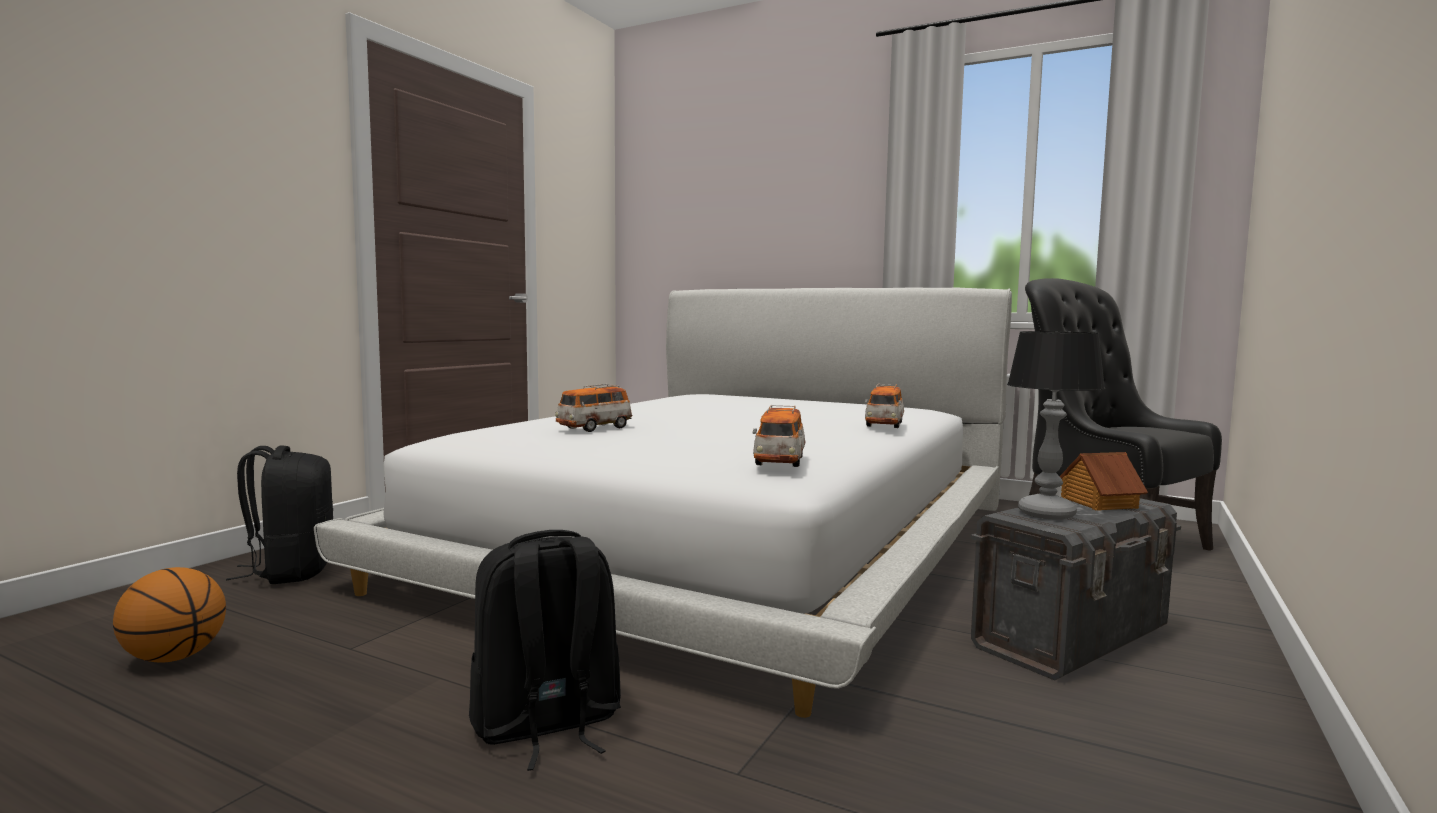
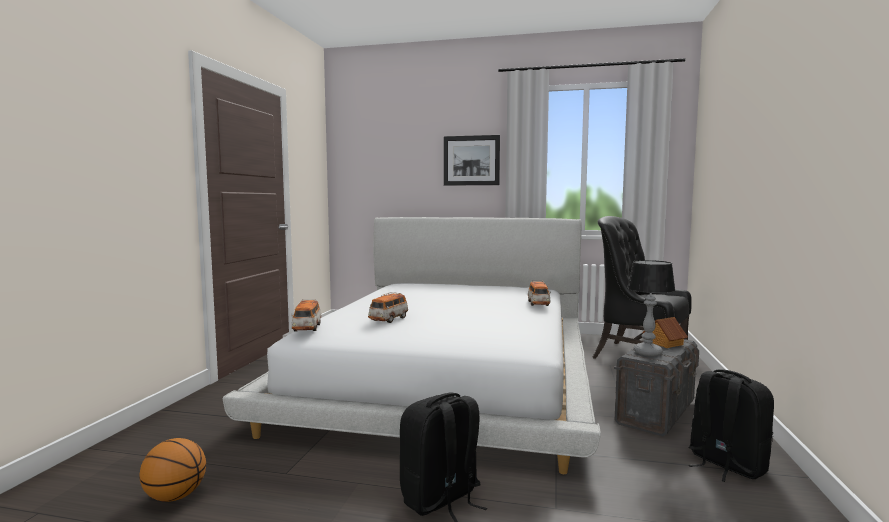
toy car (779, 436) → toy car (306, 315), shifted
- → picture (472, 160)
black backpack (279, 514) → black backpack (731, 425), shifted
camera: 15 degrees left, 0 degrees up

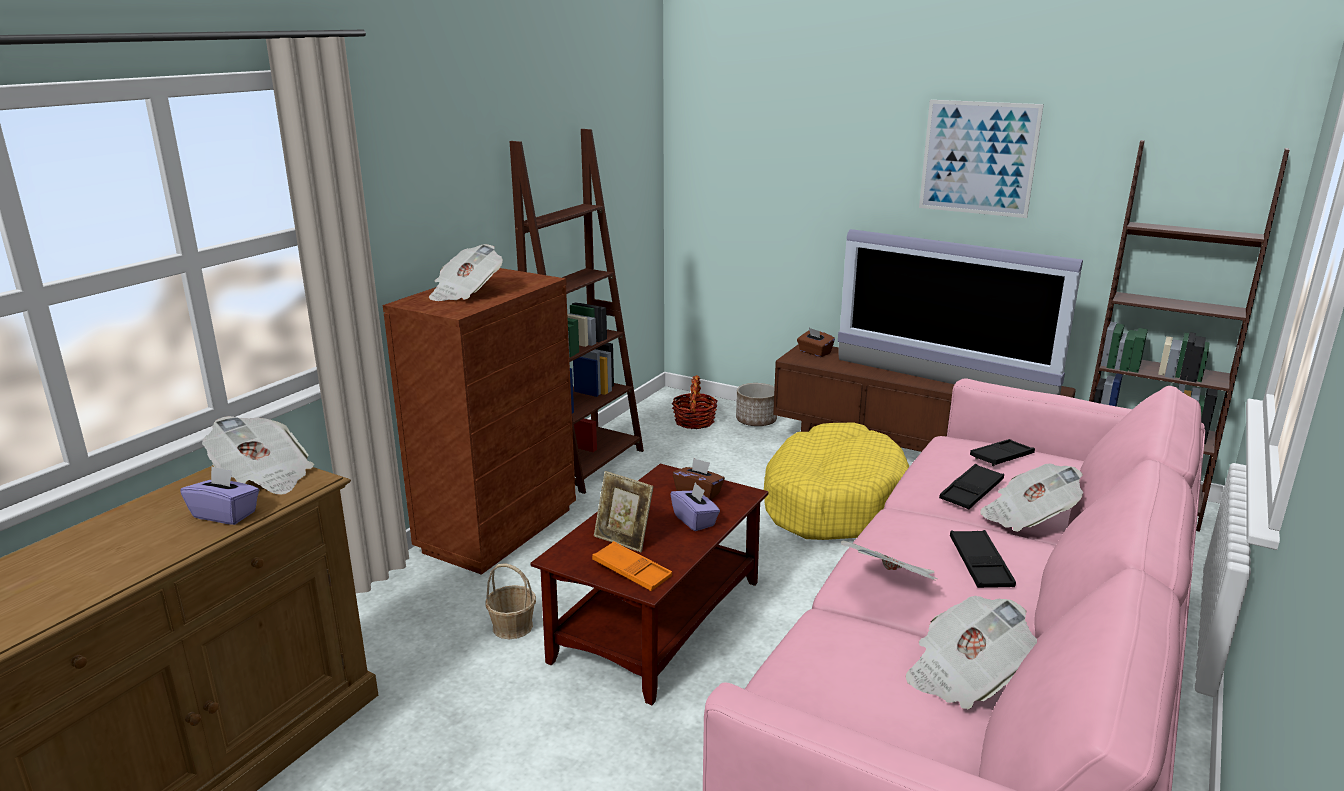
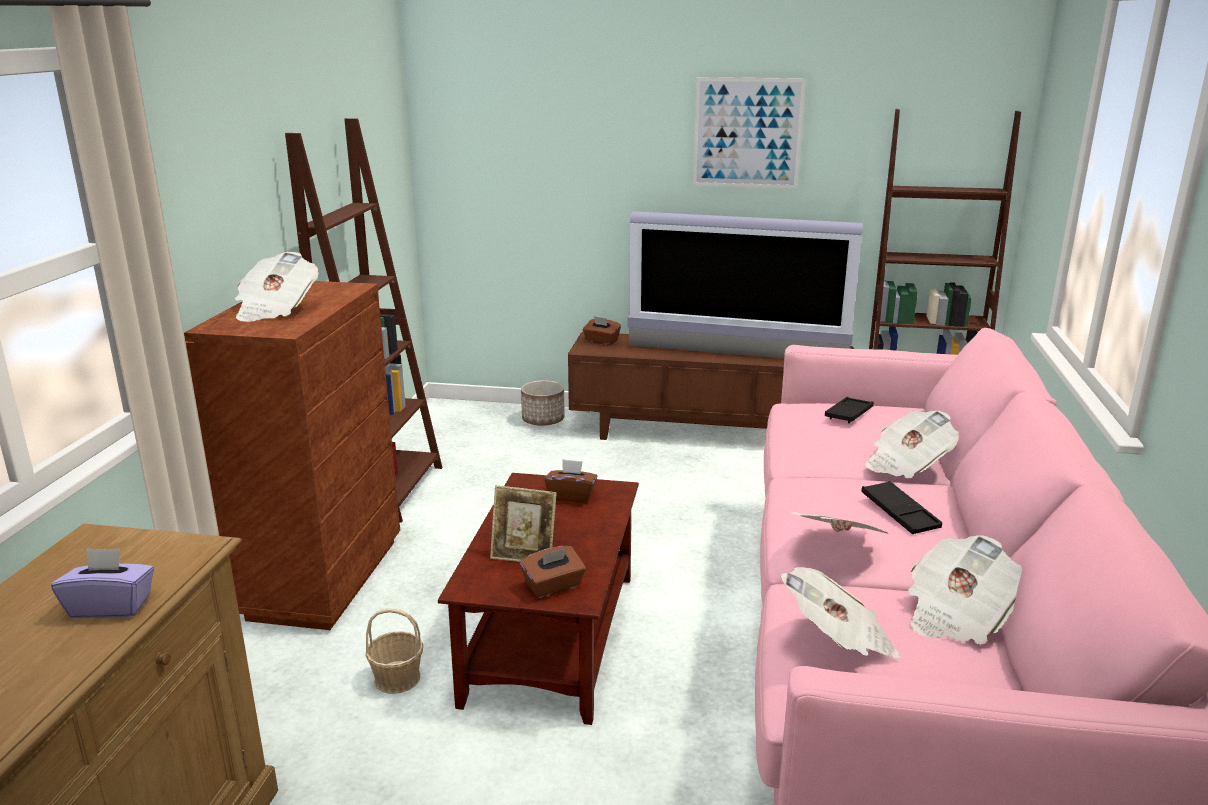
orange tray (632, 566) → brown tissue box (553, 572)
newspaper (258, 455) → newspaper (841, 612), shifted
purple tissue box (695, 506) → -
basket (695, 402) → -
yellow dog bed (837, 481) → -
black tray (971, 486) → -
camera: 20 degrees left, 0 degrees up

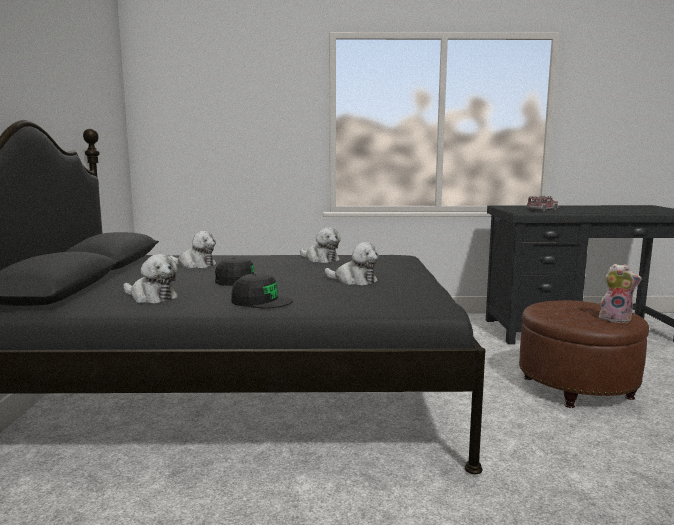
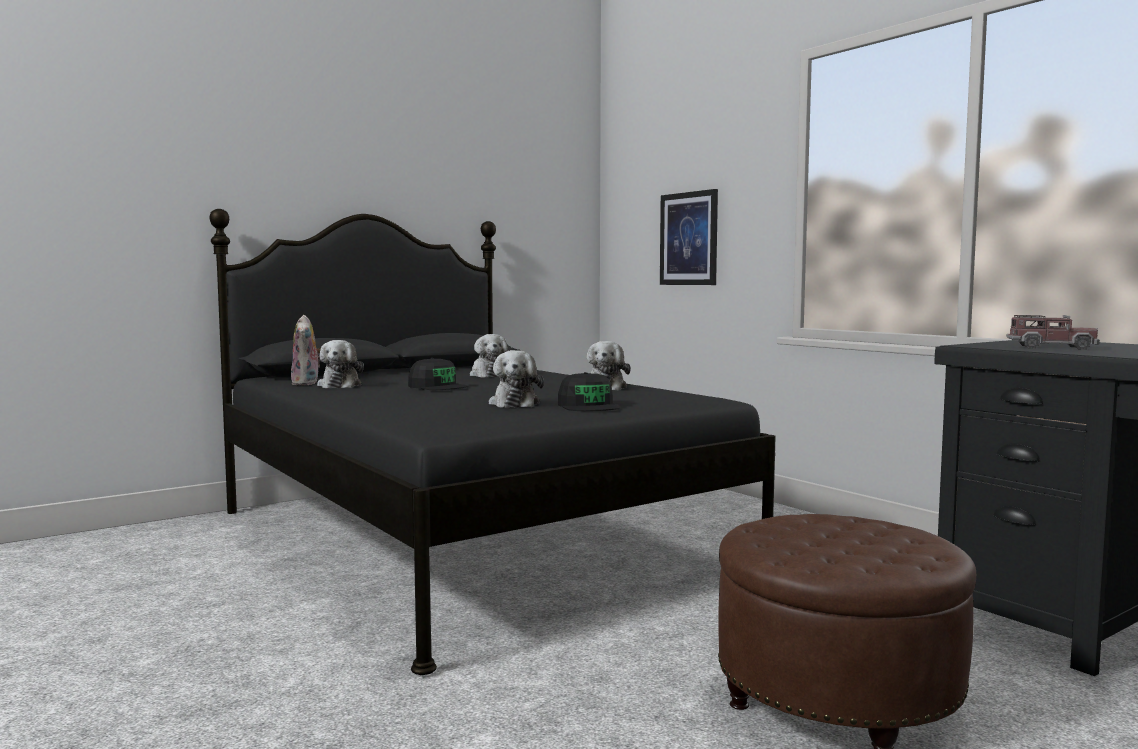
plush toy (620, 293) → plush toy (306, 350), shifted
black cap (262, 291) → black cap (589, 391), shifted
- → picture (689, 237)
camera: 55 degrees right, 5 degrees down

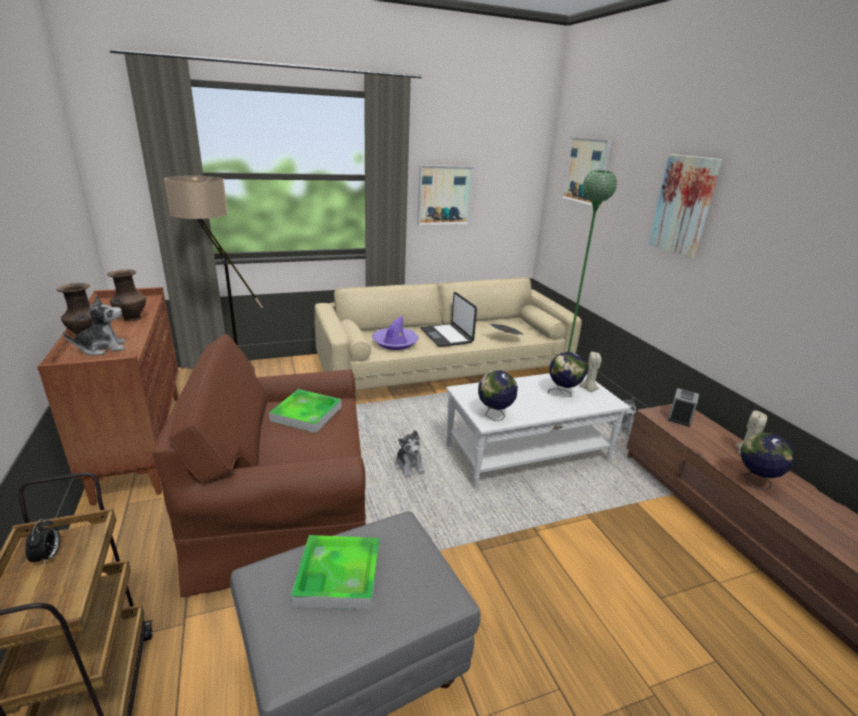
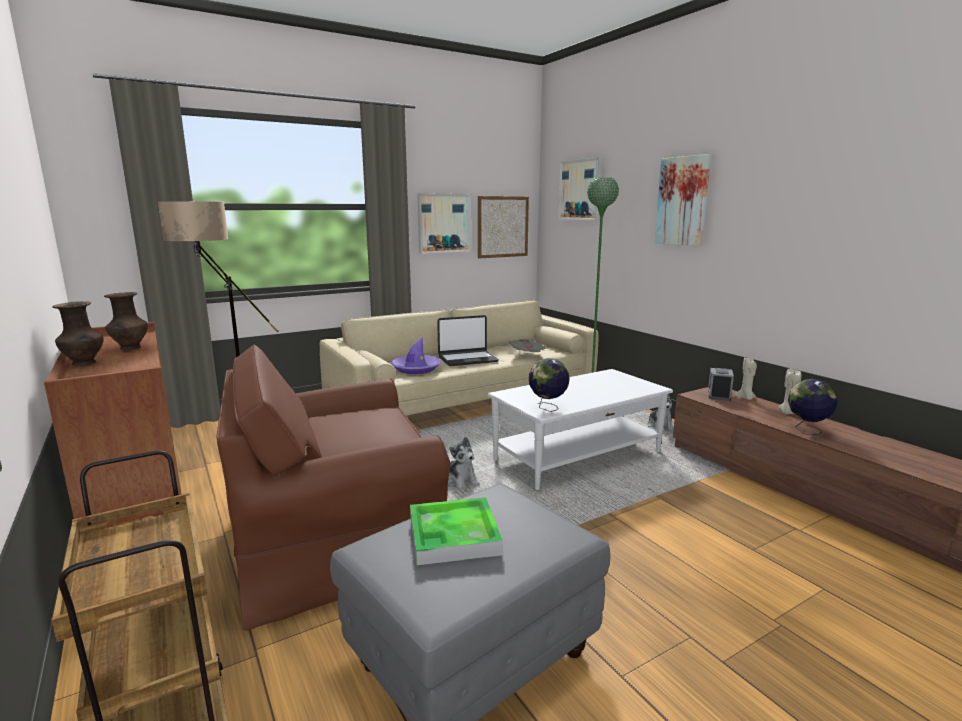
laptop (449, 319) → laptop (468, 340), 75 degrees counterclockwise
- → picture (503, 227)
beige candle (590, 372) → beige candle (746, 379), shifted
alarm clock (42, 541) → -
plush toy (94, 325) → -
tray (305, 411) → -
globe (567, 374) → -
camera: 10 degrees left, 10 degrees down

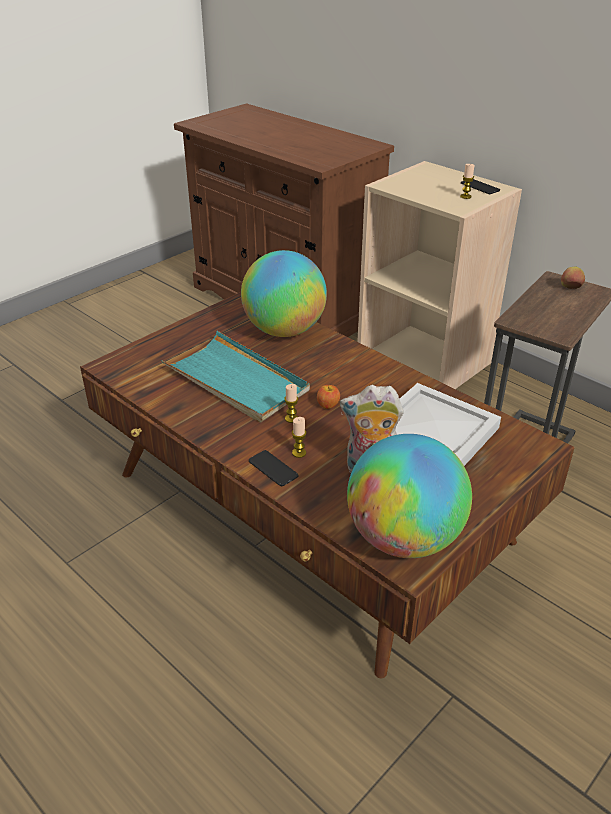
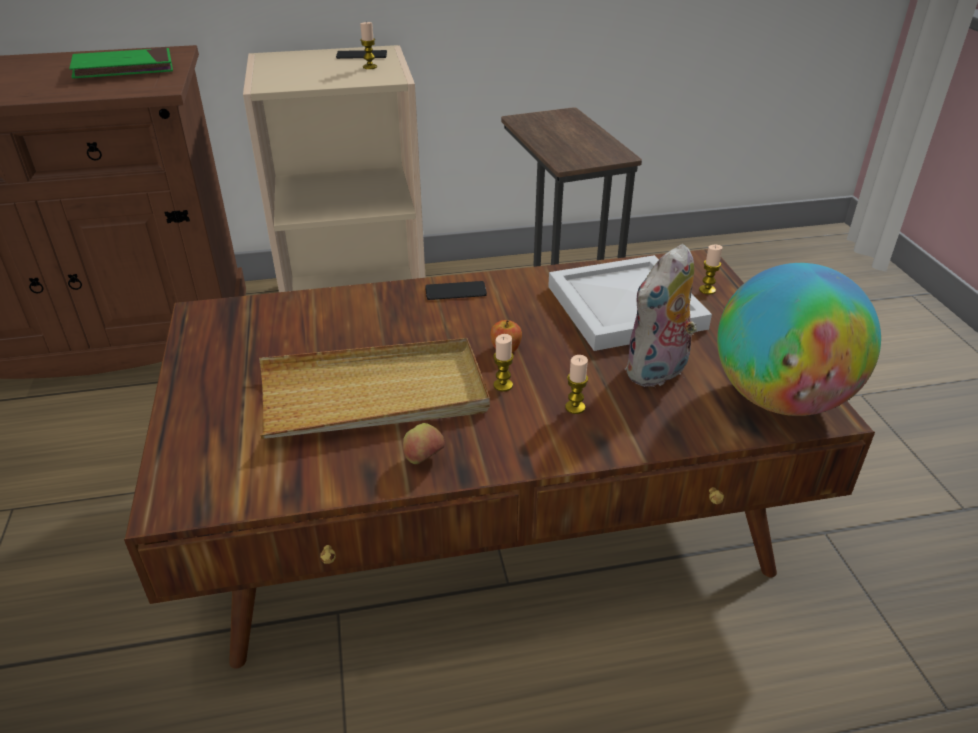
- → green book (121, 63)
turquoise tray (235, 377) → beige tray (374, 388)
apple (573, 277) → apple (424, 443), shifted
phone (273, 468) → phone (456, 290), shifted
- → candle (711, 270)
globe (284, 293) → -
camera: 55 degrees left, 0 degrees up

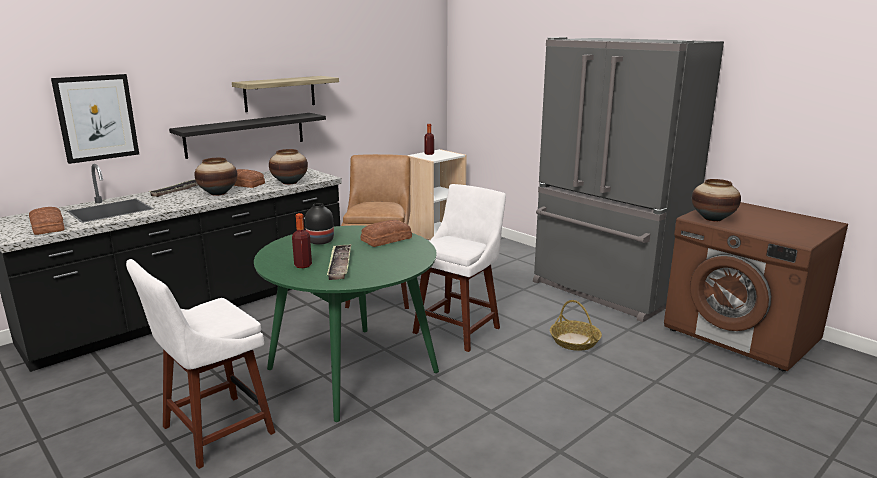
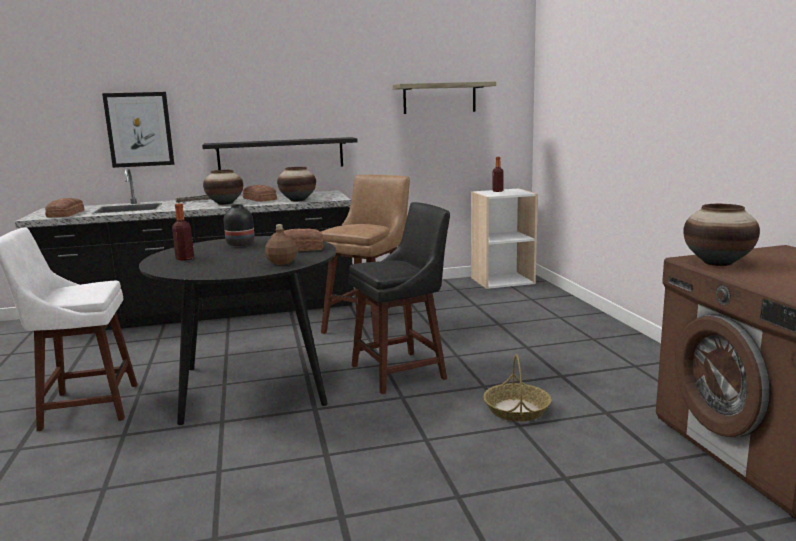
green dining table (346, 324) → black dining table (237, 330)
- → brown bottle (281, 244)
white chair (459, 268) → black chair (399, 298)
shelf (285, 94) → shelf (444, 97), shifted
tray (339, 262) → -
grey fridge (628, 179) → -
camera: 30 degrees right, 5 degrees down

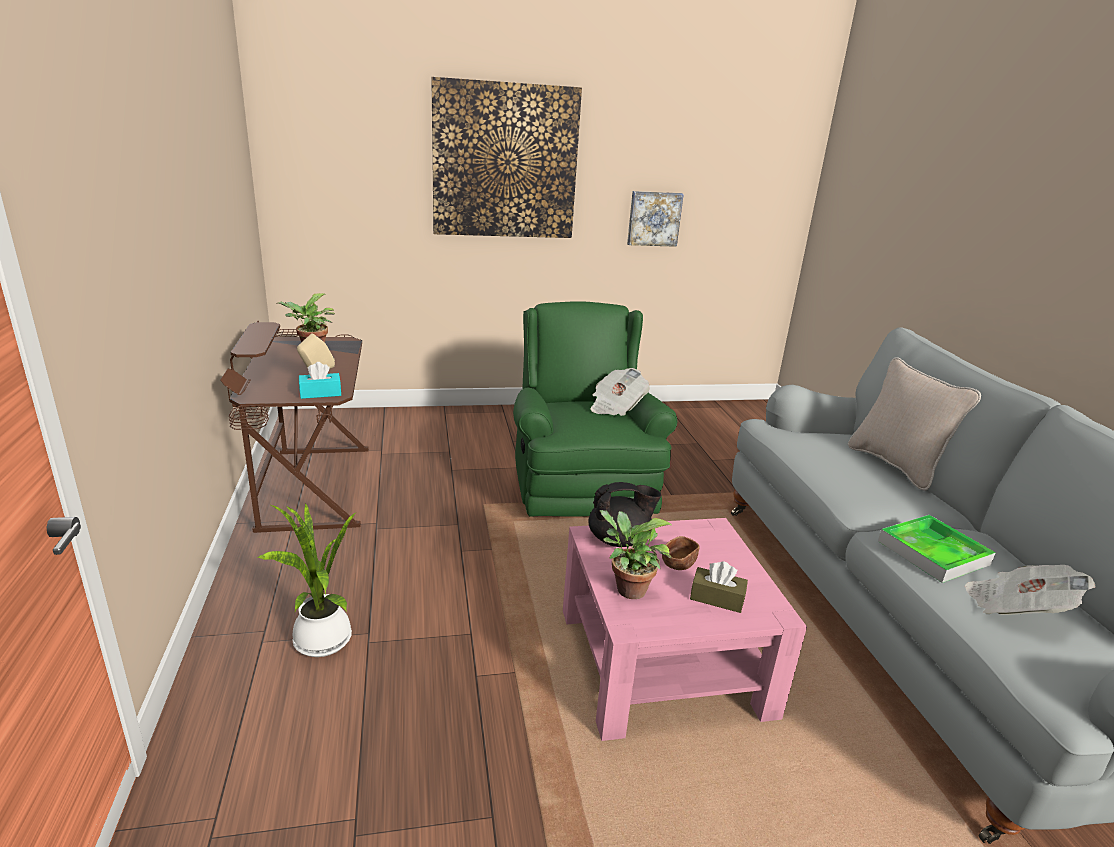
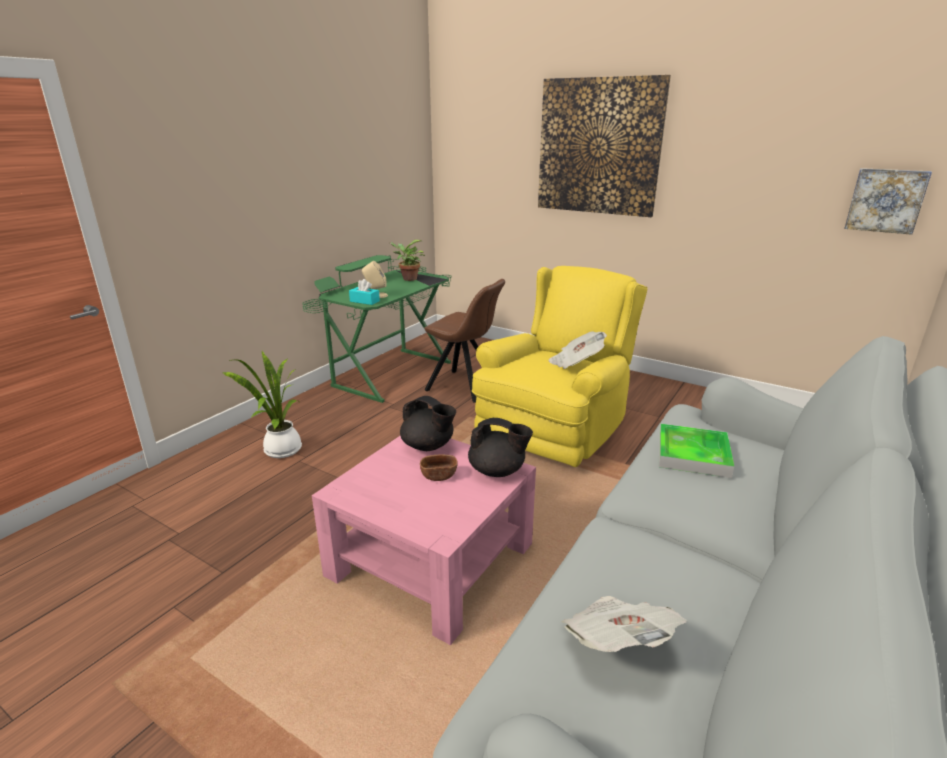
brown desk (294, 427) → green desk (377, 329)
- → brown chair (464, 341)
- → black teapot (500, 447)
green armchair (595, 409) → yellow armchair (560, 366)
tray (936, 549) → tray (696, 451), shifted
picture (655, 219) → picture (888, 201), shifted
potted plant (636, 554) → -
brown tissue box (719, 587) → -
beige pillow (914, 424) → -
camera: 45 degrees right, 0 degrees up

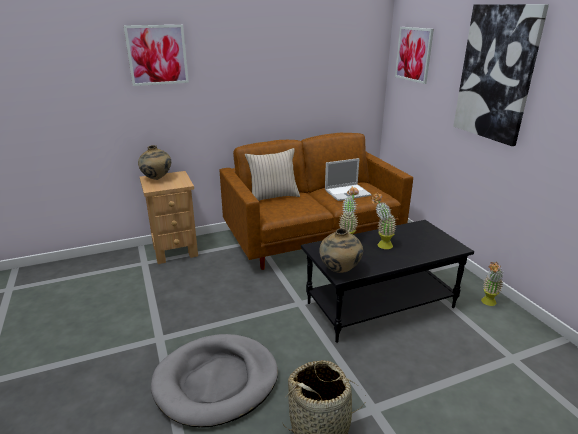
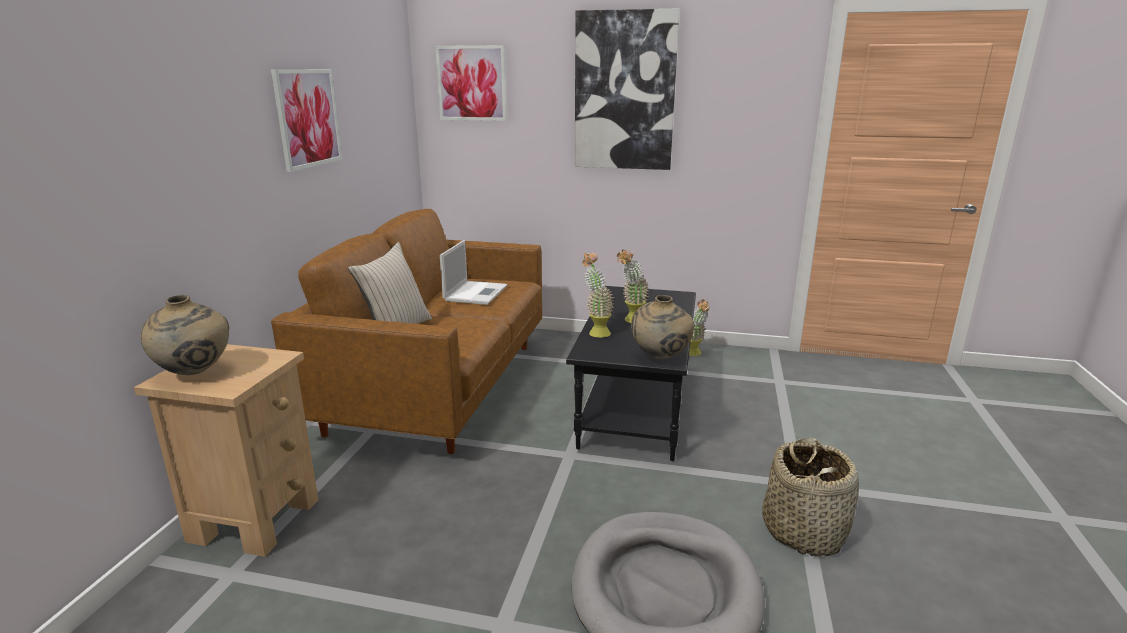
picture (156, 55) → picture (306, 120), shifted
camera: 55 degrees left, 5 degrees down

